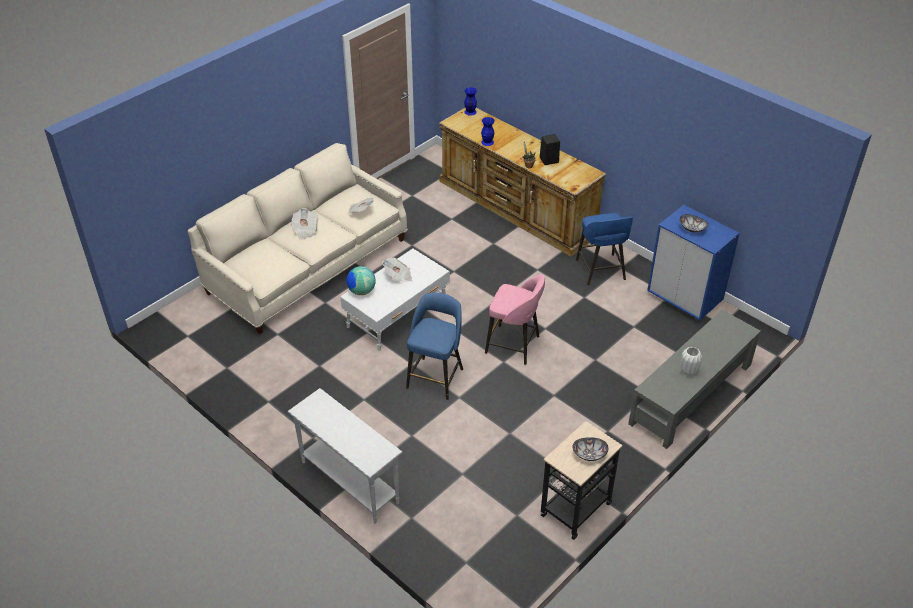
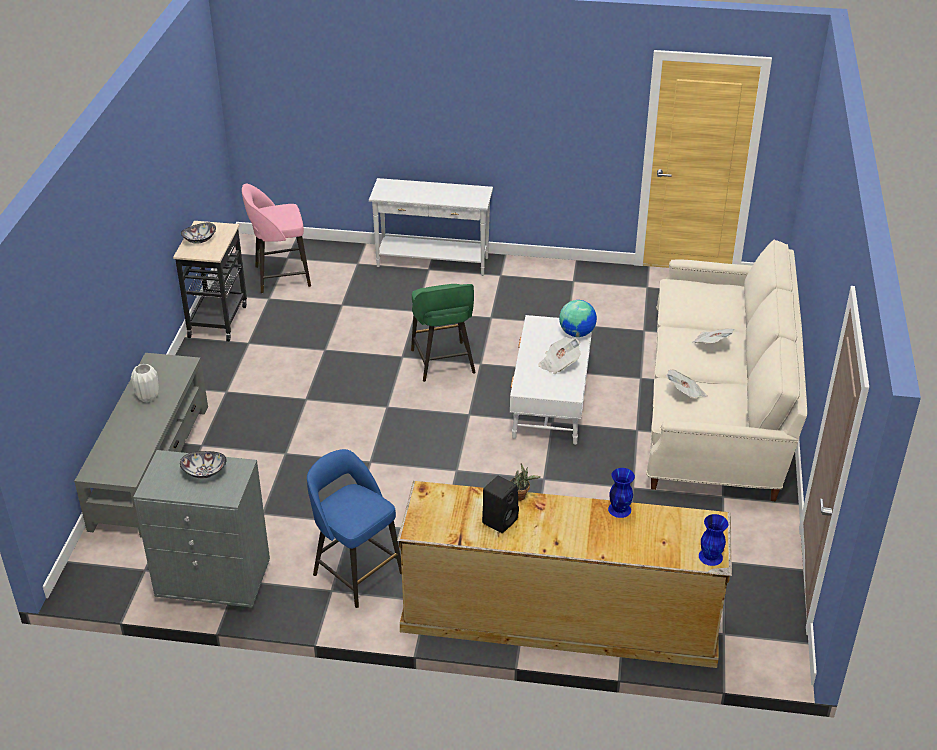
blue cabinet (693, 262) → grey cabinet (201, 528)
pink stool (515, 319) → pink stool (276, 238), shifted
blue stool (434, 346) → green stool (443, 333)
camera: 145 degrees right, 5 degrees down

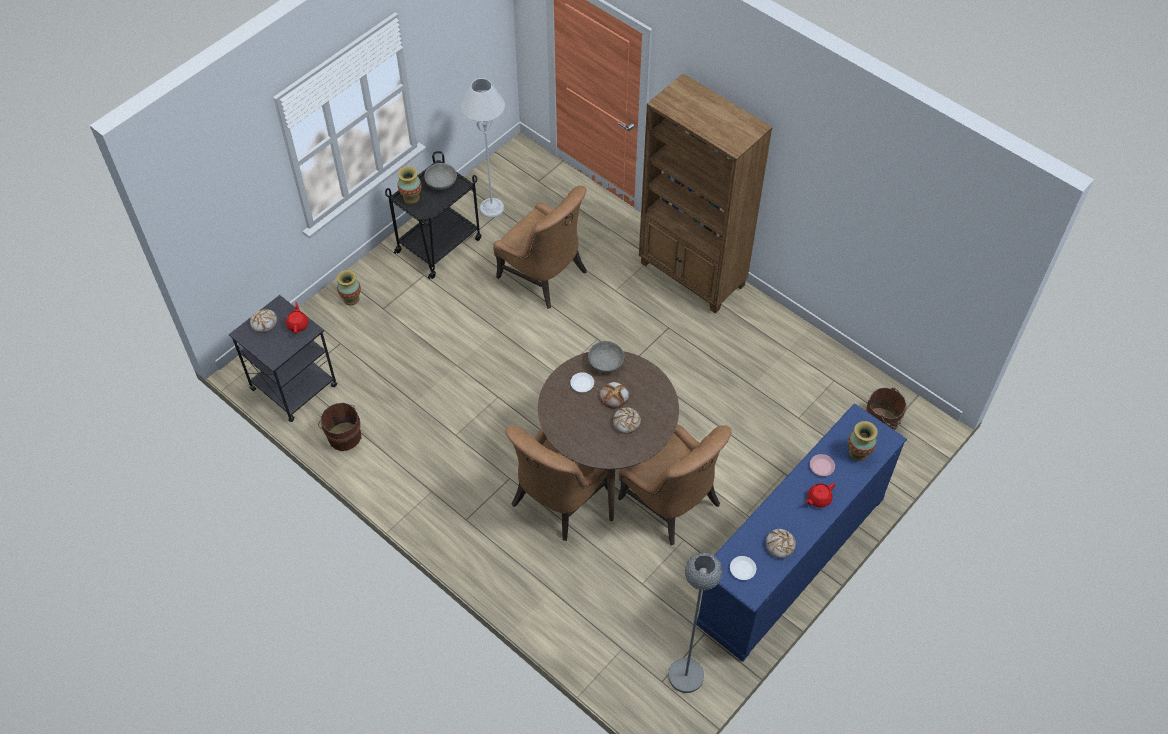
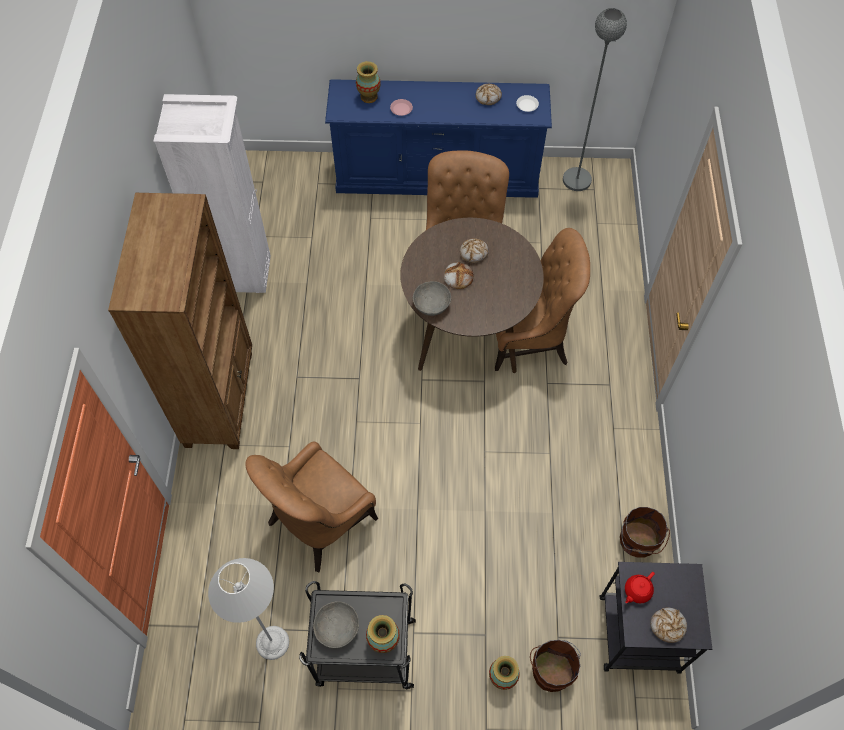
- → white cabinet (212, 193)
brown chair (540, 247) → brown chair (311, 507), 135 degrees counterclockwise
brown bucket (886, 409) → brown bucket (555, 666), shifted
white plate (582, 382) → -
red teapot (820, 495) → -
camera: 130 degrees left, 5 degrees up

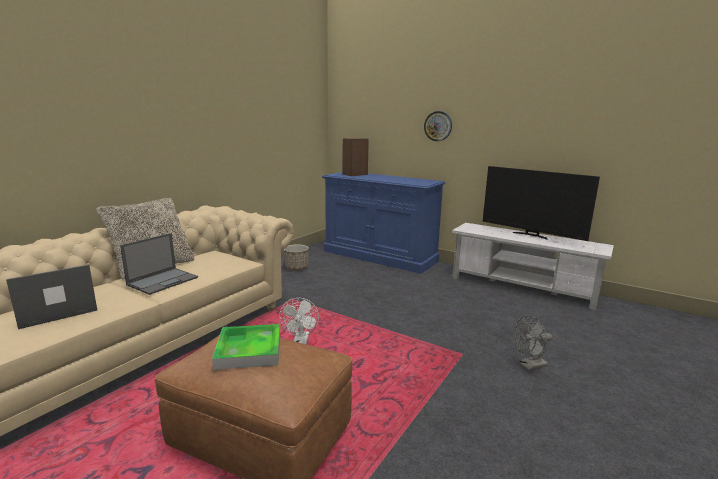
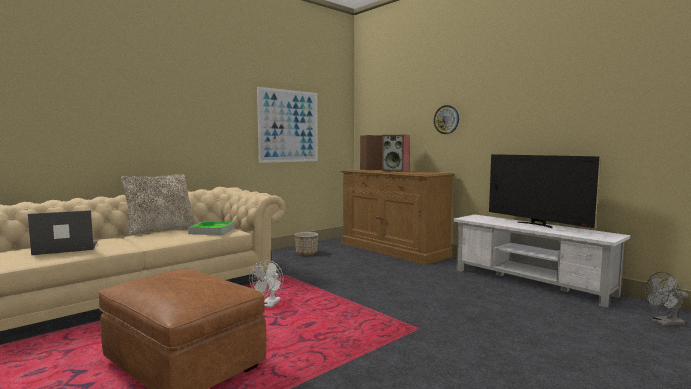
tray (246, 347) → tray (211, 228), shifted
- → picture (287, 125)
blue cabinet (384, 223) → brown cabinet (397, 217)
- → speaker (396, 153)
grey fan (532, 343) → grey fan (666, 299), shifted
laptop (159, 264) → -
camera: 15 degrees right, 10 degrees down

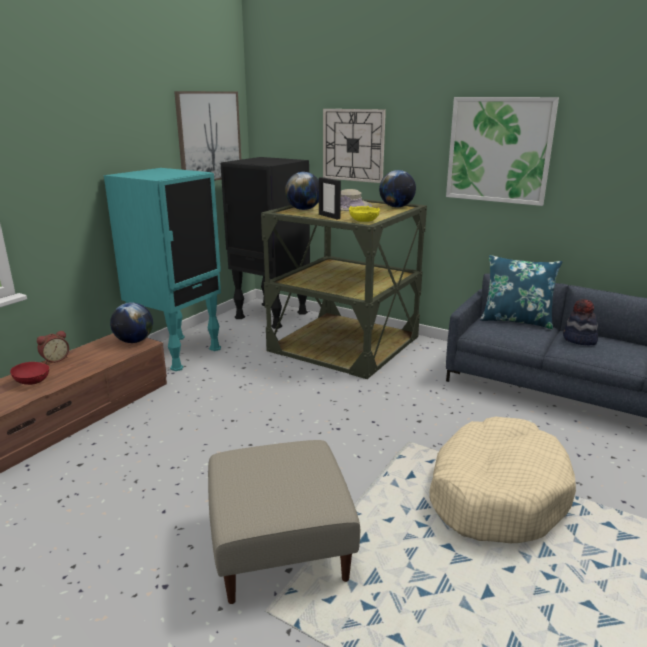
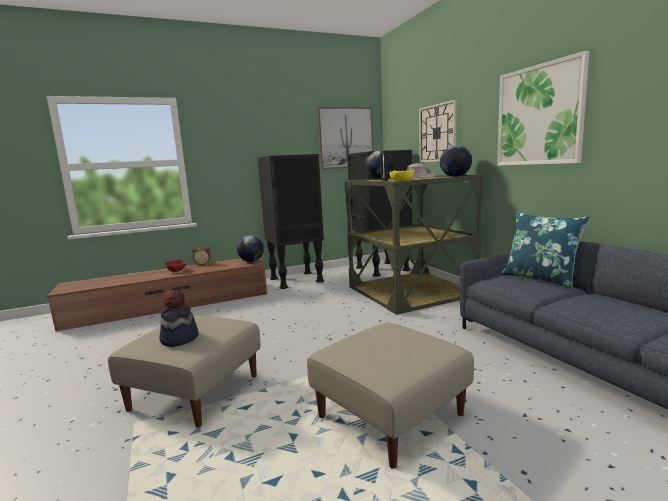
hat (580, 322) → hat (179, 318), shifted
turquoise cabinet (162, 269) → black cabinet (291, 221)
beige dog bed (502, 479) → beige ottoman (390, 396)
camera: 35 degrees right, 10 degrees down

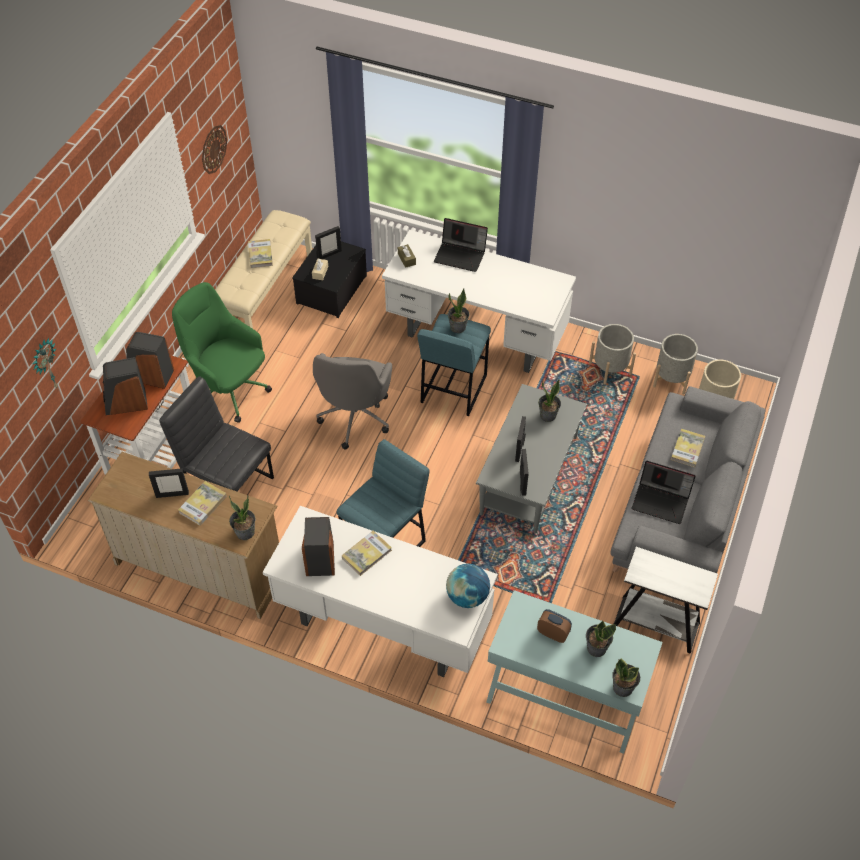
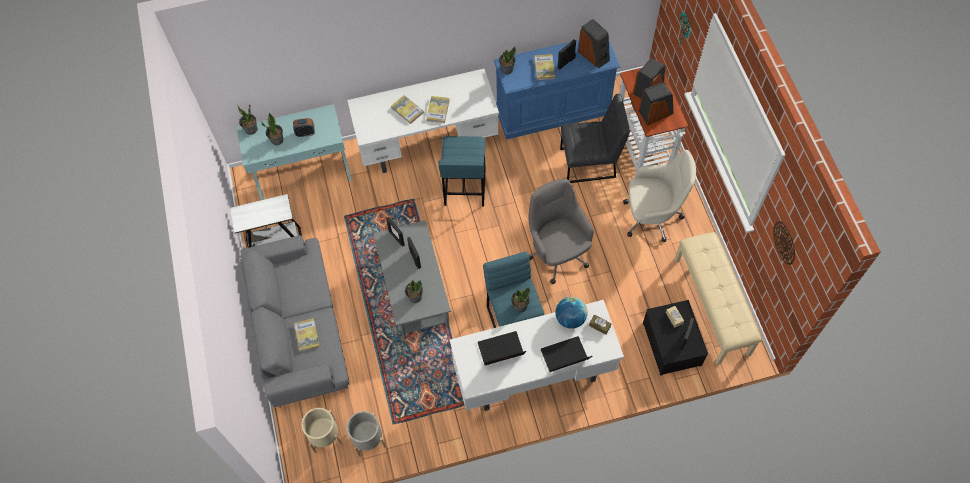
book (260, 253) → book (407, 109), shifted
laptop (663, 492) → laptop (502, 348), shifted
brown cabinet (183, 535) → blue cabinet (557, 90)
globe (468, 586) → globe (571, 313), shifted
speaker (318, 546) → speaker (594, 44), shifted
green office chair (222, 352) → beige office chair (659, 196)
grey planter (612, 354) → -
camera: 145 degrees right, 10 degrees up

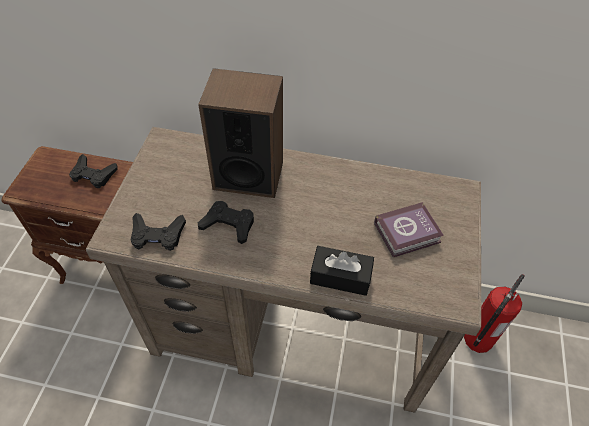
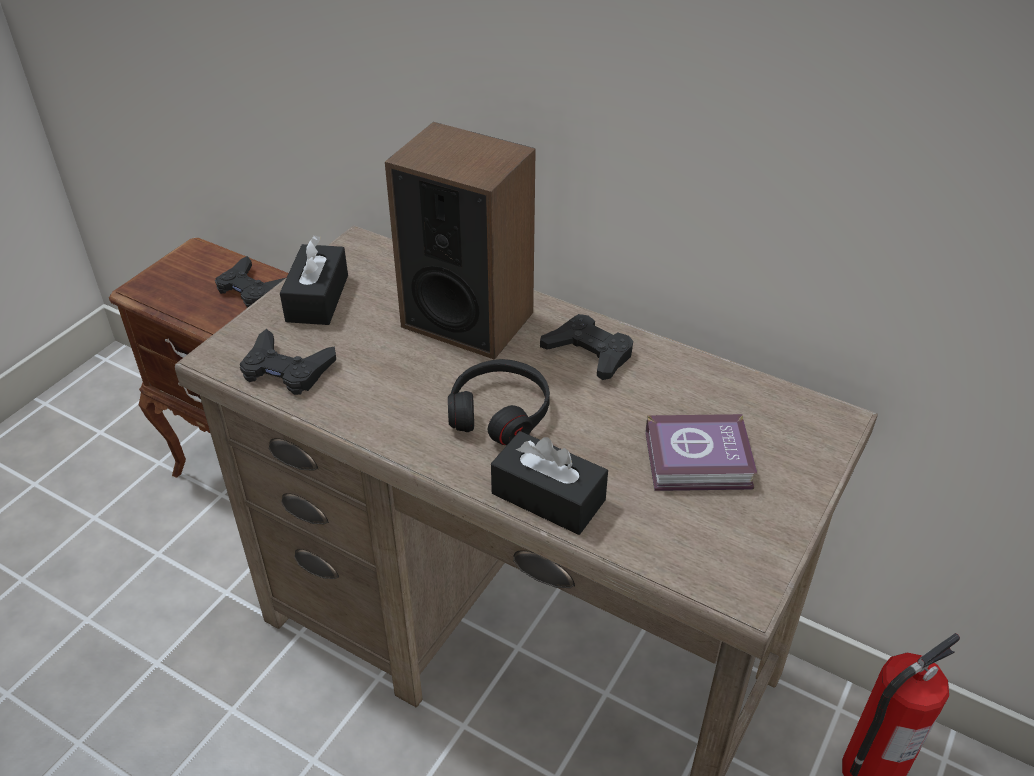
- → black tissue box (314, 280)
- → black headphones (499, 402)
black game controller (226, 222) → black game controller (586, 347), shifted
camera: 20 degrees right, 10 degrees down

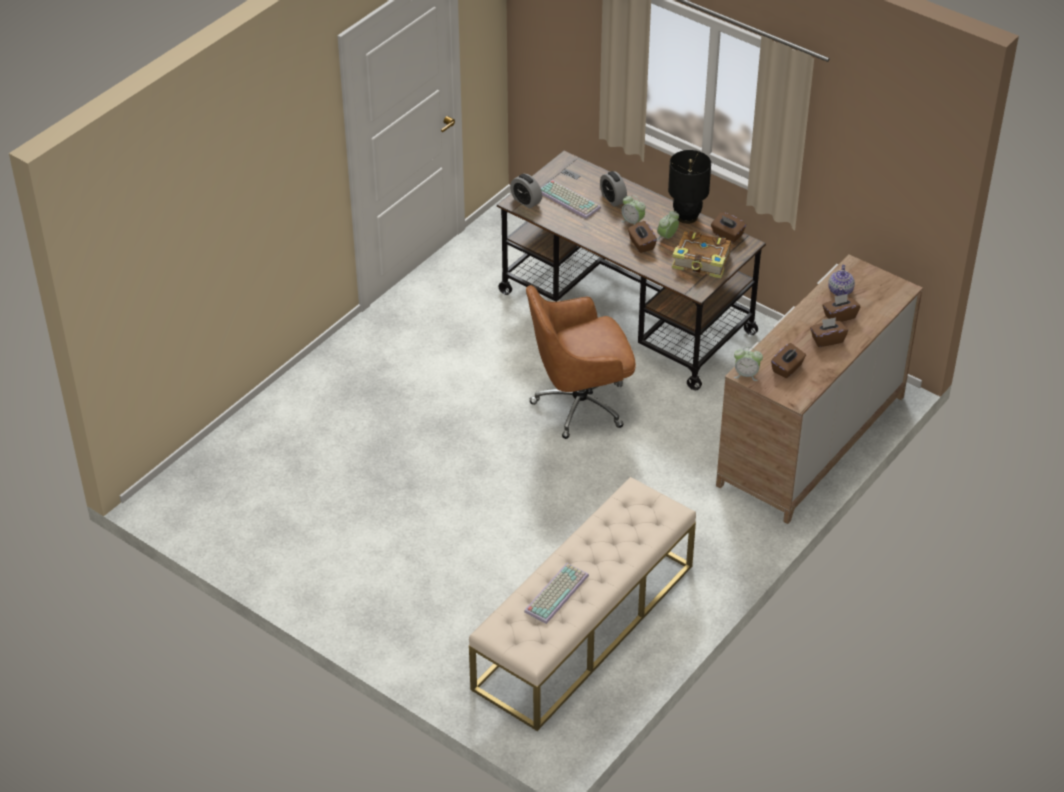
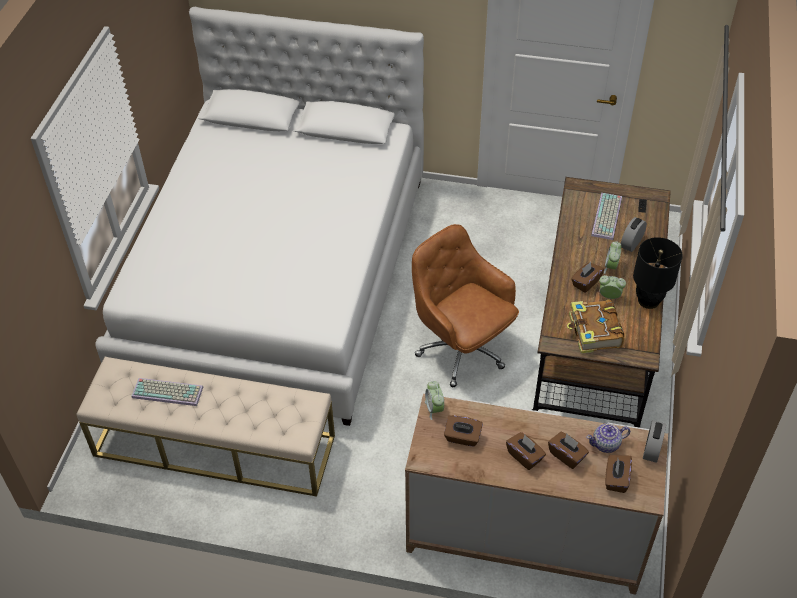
- → white bed (259, 216)
brown tissue box (728, 227) → brown tissue box (618, 474), shifted
alarm clock (526, 191) → alarm clock (654, 441), shifted
camera: 65 degrees right, 5 degrees up

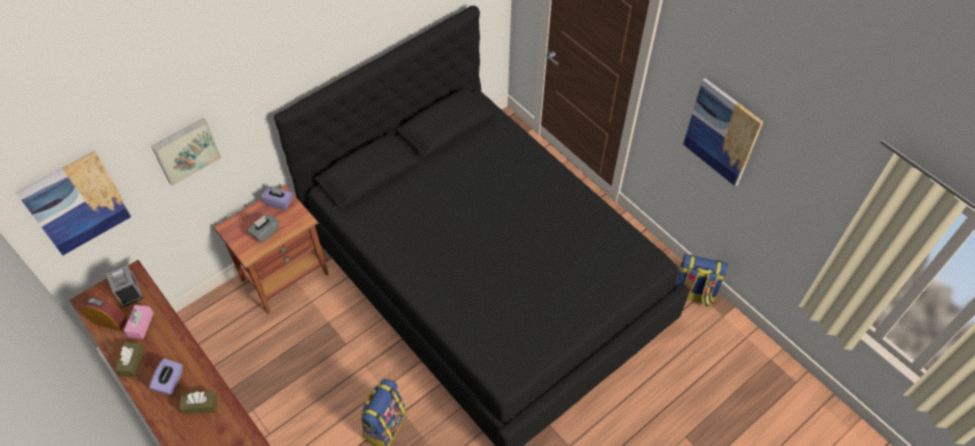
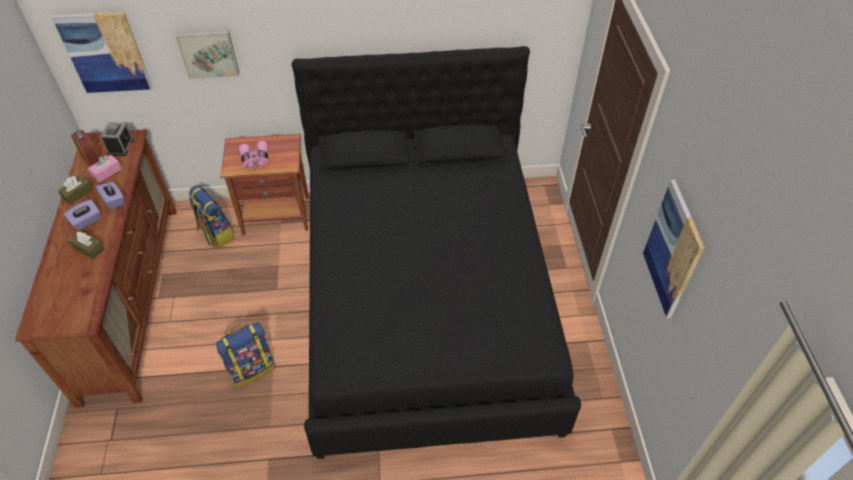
purple tissue box (277, 198) → purple tissue box (110, 196), shifted
backpack (702, 280) → backpack (212, 217), shifted
grey tissue box (263, 228) → pink binoculars (253, 155)
camera: 35 degrees right, 5 degrees down

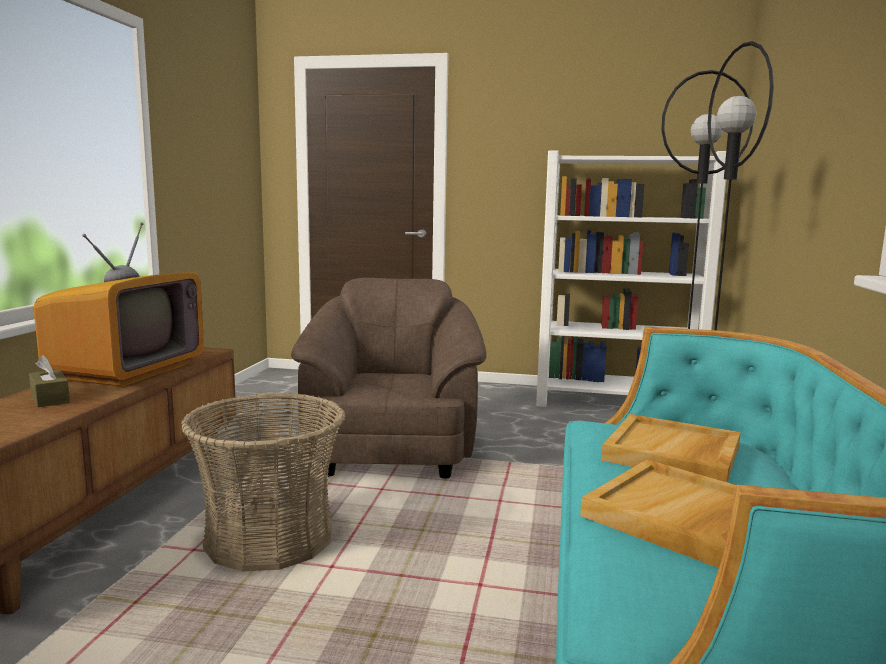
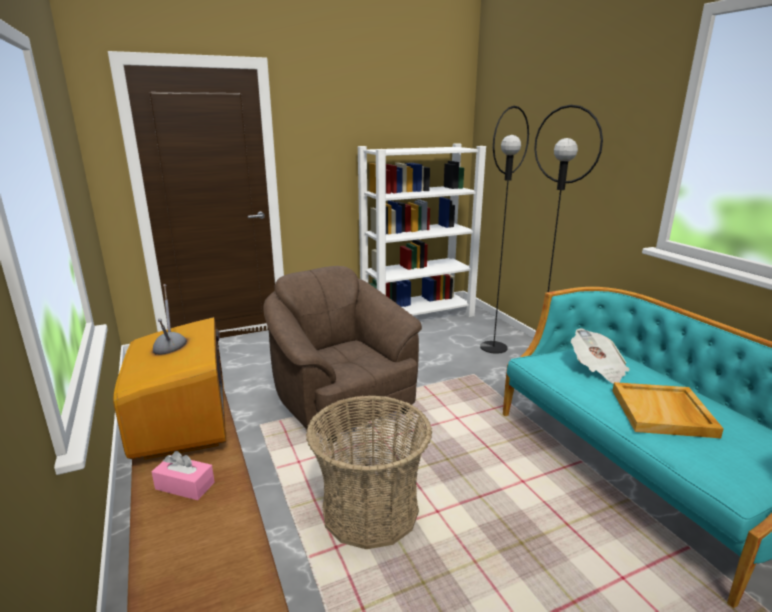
brown tissue box (49, 381) → pink tissue box (183, 475)
beige tray (671, 448) → newspaper (600, 356)
camera: 35 degrees left, 10 degrees up

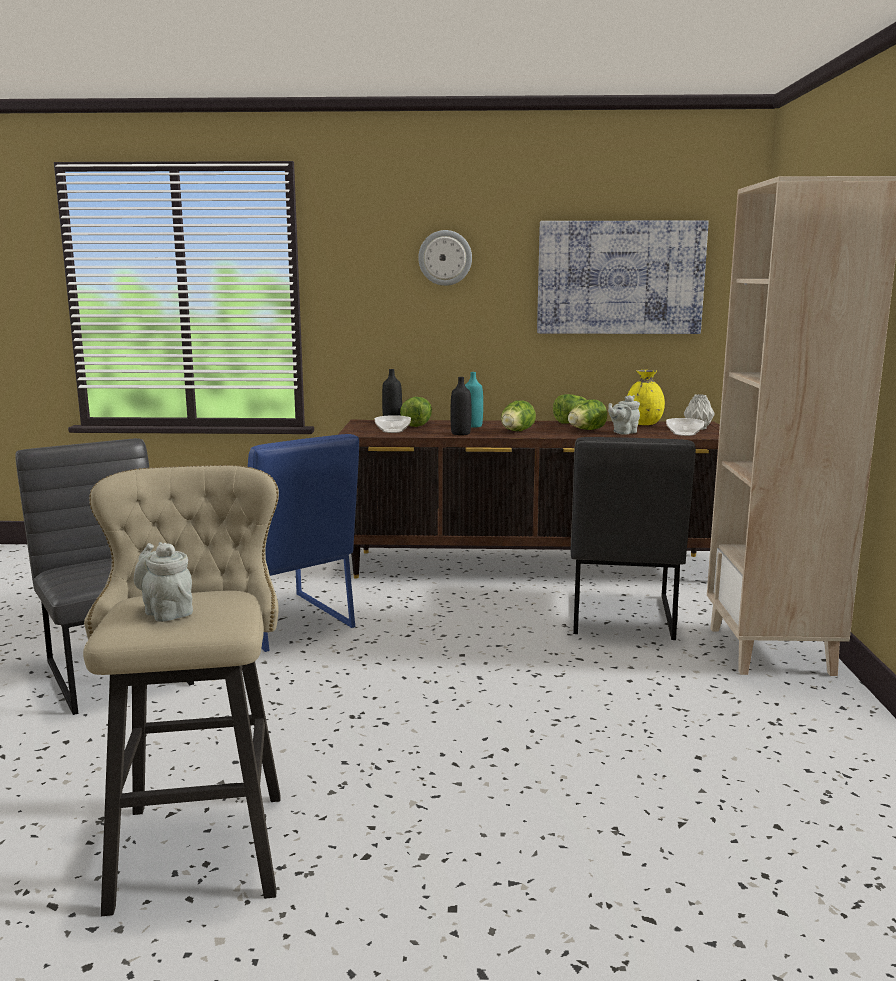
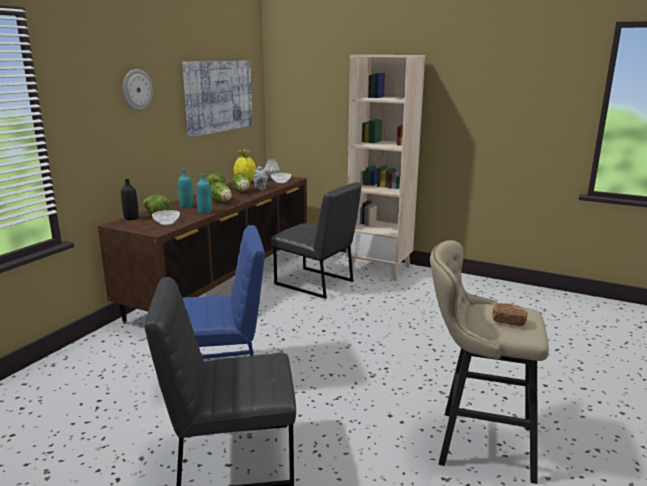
black bottle (460, 406) → turquoise bottle (204, 194)
grey teapot (163, 582) → bread (510, 314)
camera: 65 degrees left, 5 degrees up

